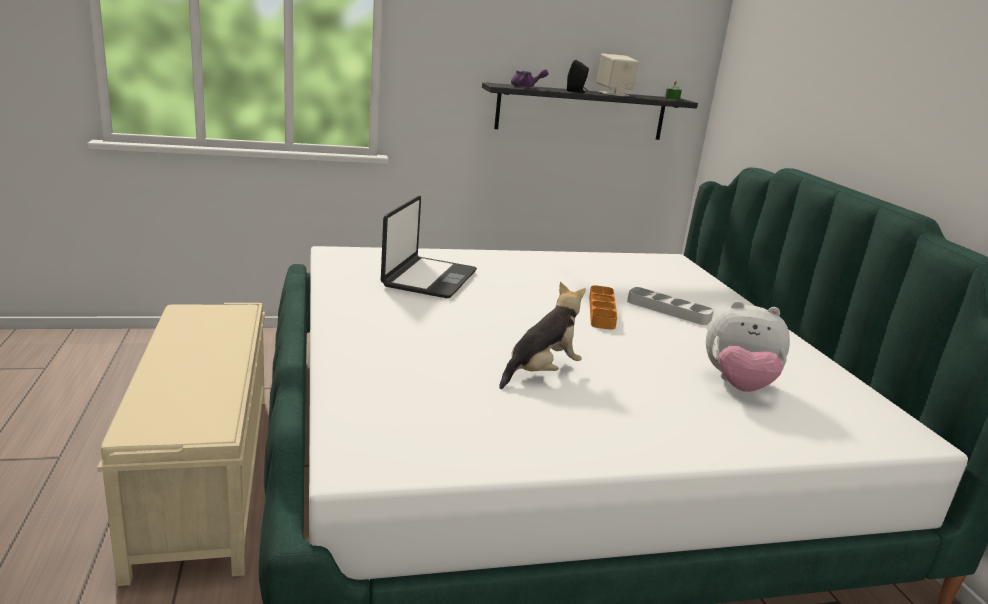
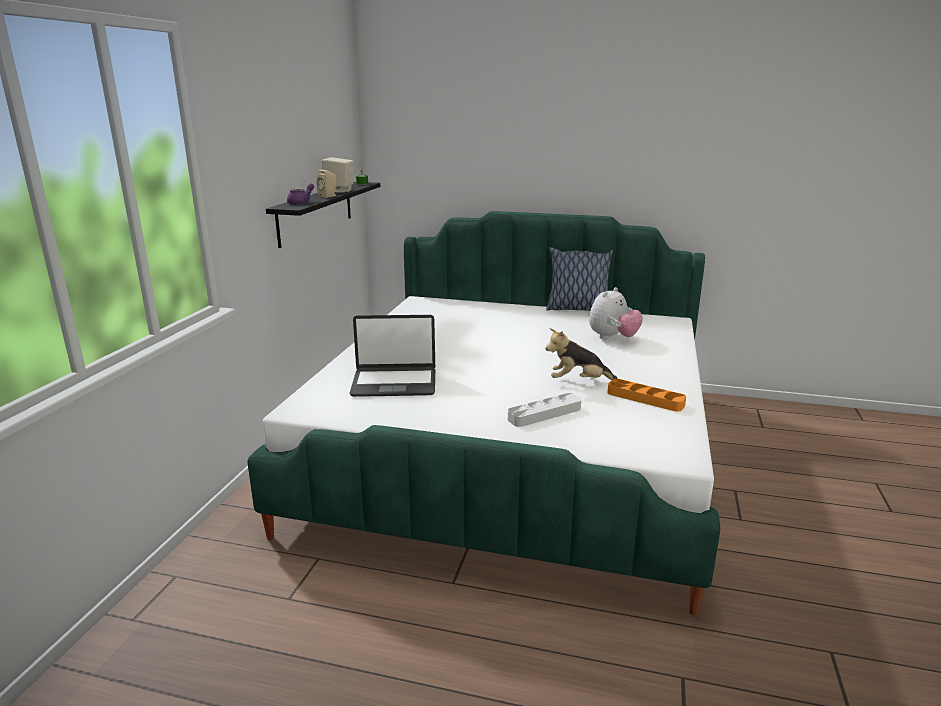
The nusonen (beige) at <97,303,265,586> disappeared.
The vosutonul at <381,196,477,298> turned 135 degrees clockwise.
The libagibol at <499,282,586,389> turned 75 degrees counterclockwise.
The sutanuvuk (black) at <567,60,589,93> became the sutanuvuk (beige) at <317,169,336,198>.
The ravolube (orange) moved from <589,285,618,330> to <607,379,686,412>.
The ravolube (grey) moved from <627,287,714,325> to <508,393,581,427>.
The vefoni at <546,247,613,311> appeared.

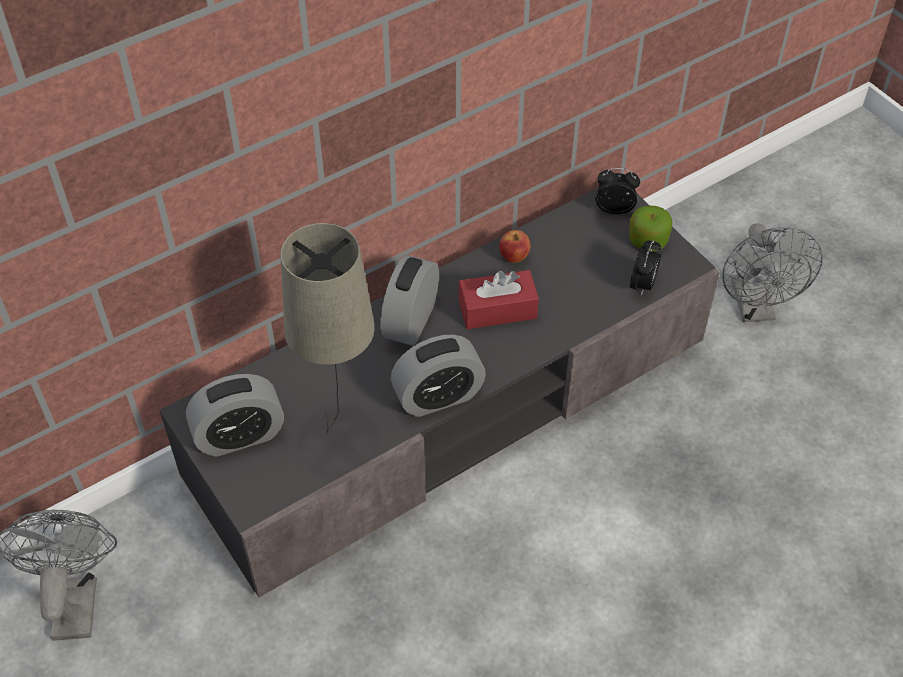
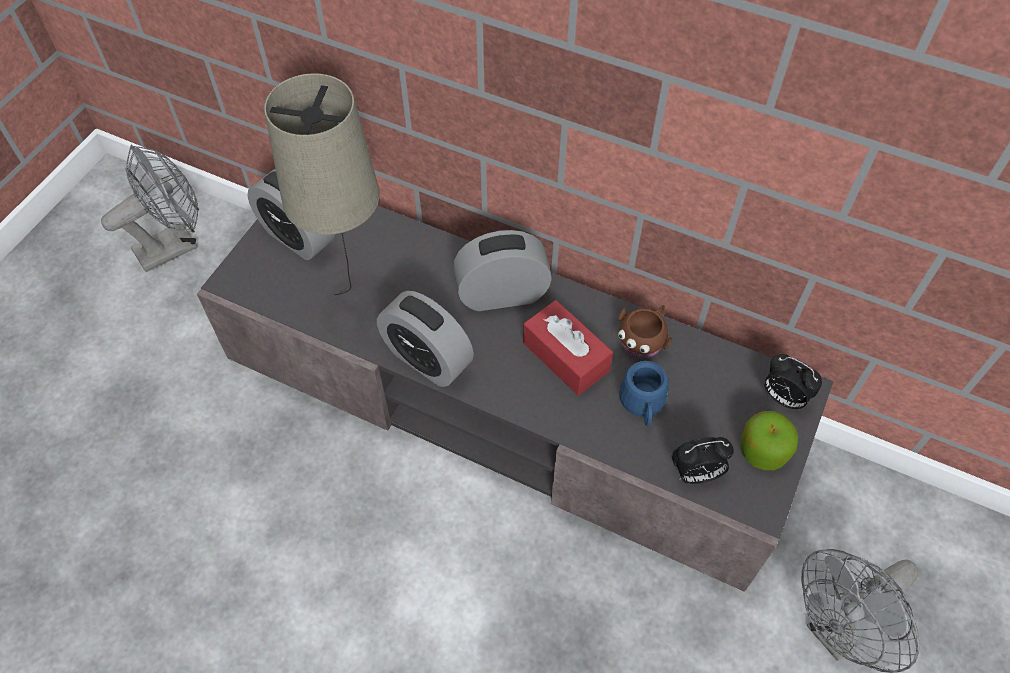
The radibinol at <499,230,531,263> was replaced by the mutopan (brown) at <618,305,672,358>.
The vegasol at <596,168,640,214> turned 150 degrees clockwise.
The mutopan (blue) at <619,361,669,426> appeared.

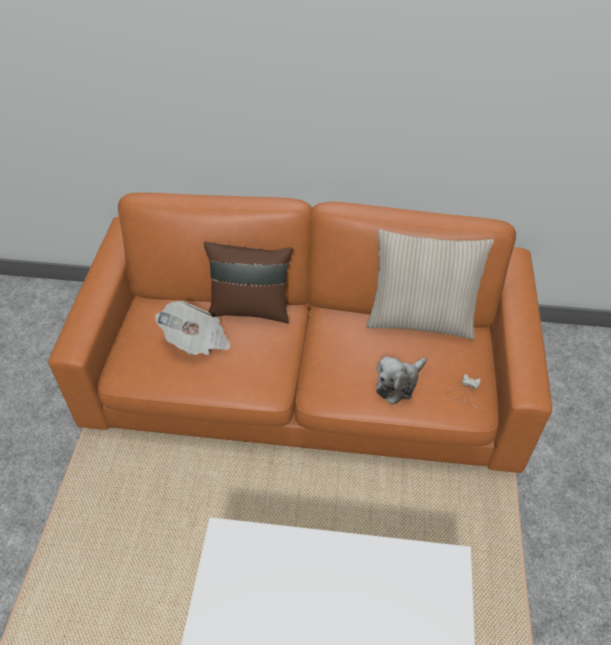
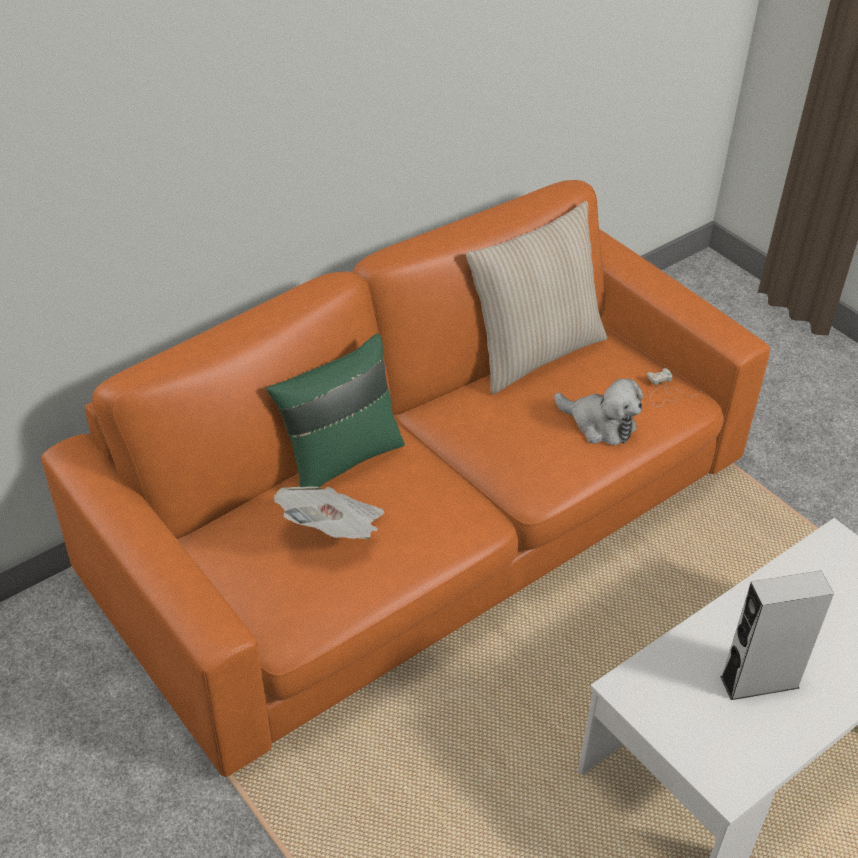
The vefoni (brown) at <204,242,292,324> became the vefoni (green) at <266,333,405,488>.
The libagibol at <376,356,427,405> turned 60 degrees counterclockwise.
The sutanuvuk (grey) at <720,571,834,700> appeared.

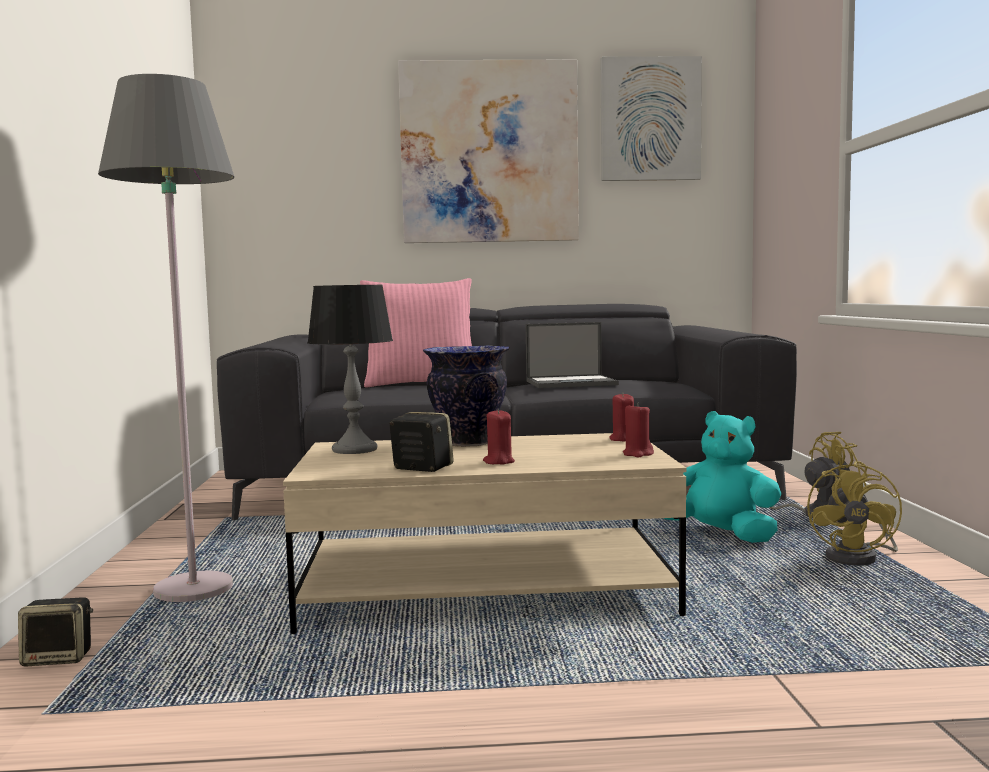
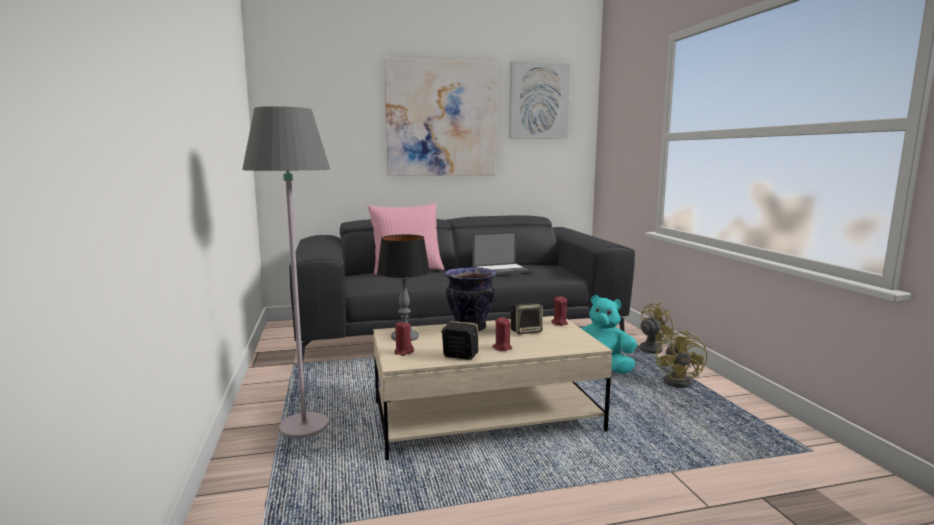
The sutanuvuk moved from <18,597,93,667> to <511,302,543,334>.
The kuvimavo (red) moved from <623,402,654,457> to <395,322,414,356>.

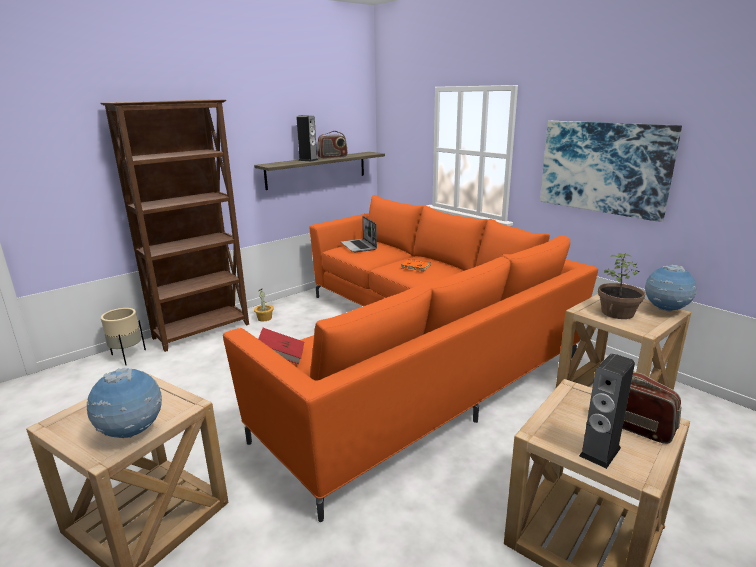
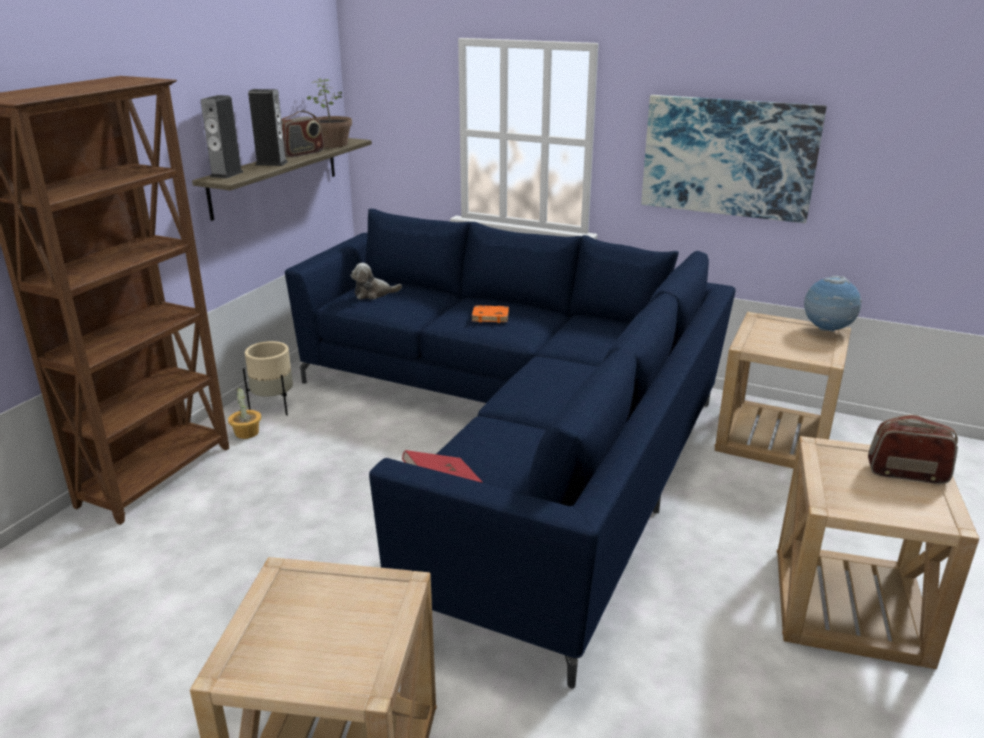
The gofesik at <87,368,162,438> disappeared.
The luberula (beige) moved from <101,308,146,365> to <243,341,293,416>.
The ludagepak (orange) at <223,195,598,522> became the ludagepak (blue) at <285,209,735,689>.
The vosutonul at <341,216,377,252> was replaced by the libagibol at <350,263,402,299>.
The sutanuvuk moved from <579,353,635,469> to <201,95,243,178>.
The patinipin moved from <598,253,645,319> to <307,78,352,148>.

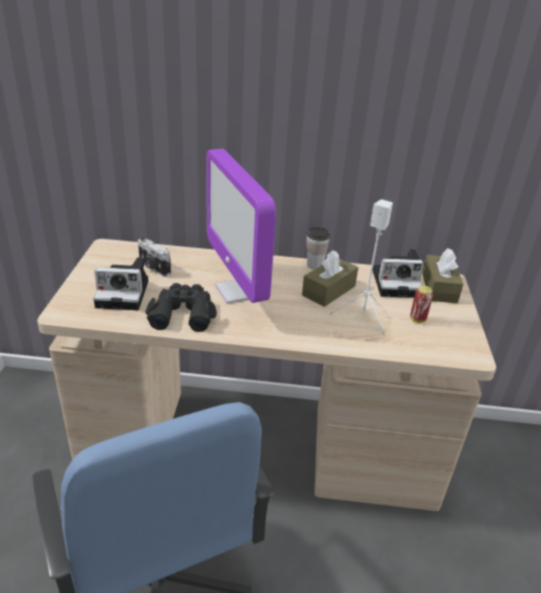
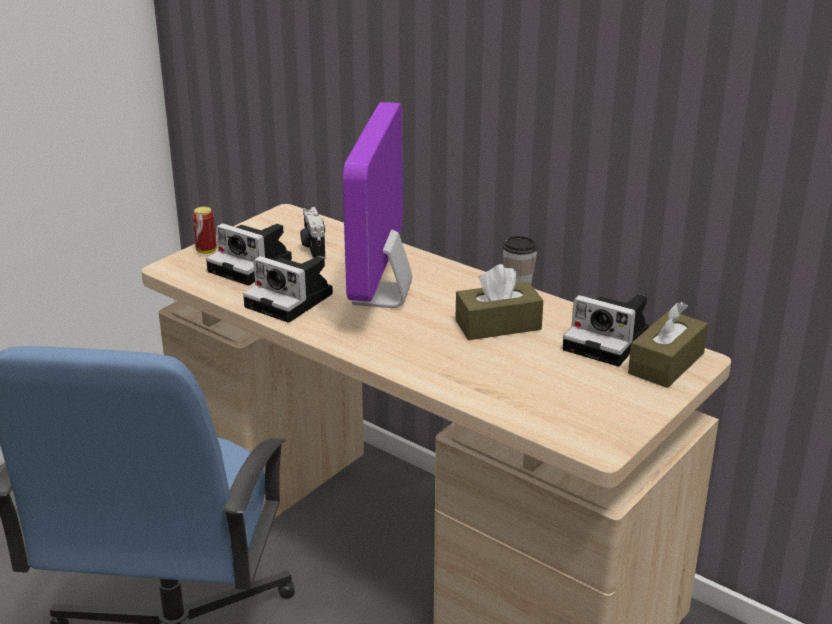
The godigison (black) at <145,283,217,332> was replaced by the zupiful at <243,256,333,323>.
The sutanuvuk (white) at <330,199,393,335> disappeared.
The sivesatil moved from <410,285,433,323> to <192,207,217,254>.

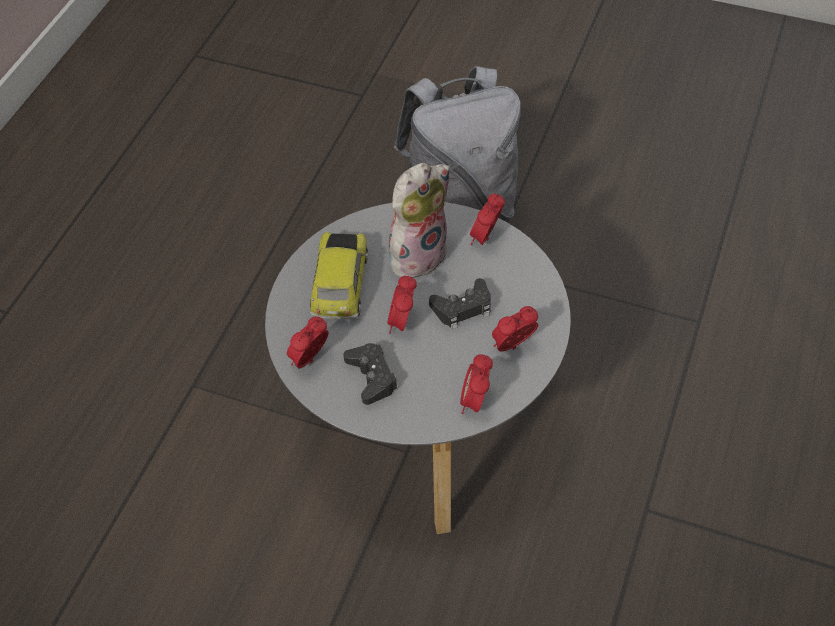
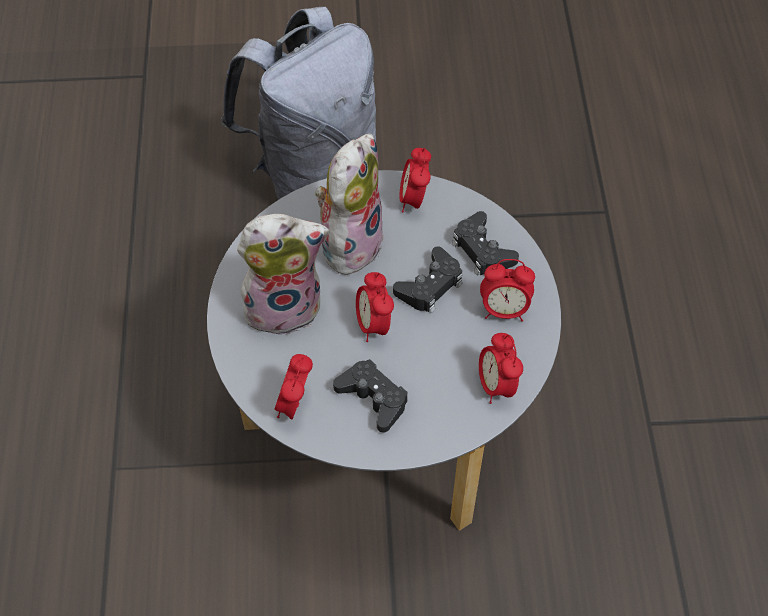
The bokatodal at <310,231,368,319> was replaced by the libagibol at <237,214,329,338>.
The vegasol at <492,306,538,352> turned 120 degrees counterclockwise.
The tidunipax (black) at <452,211,519,276> appeared.

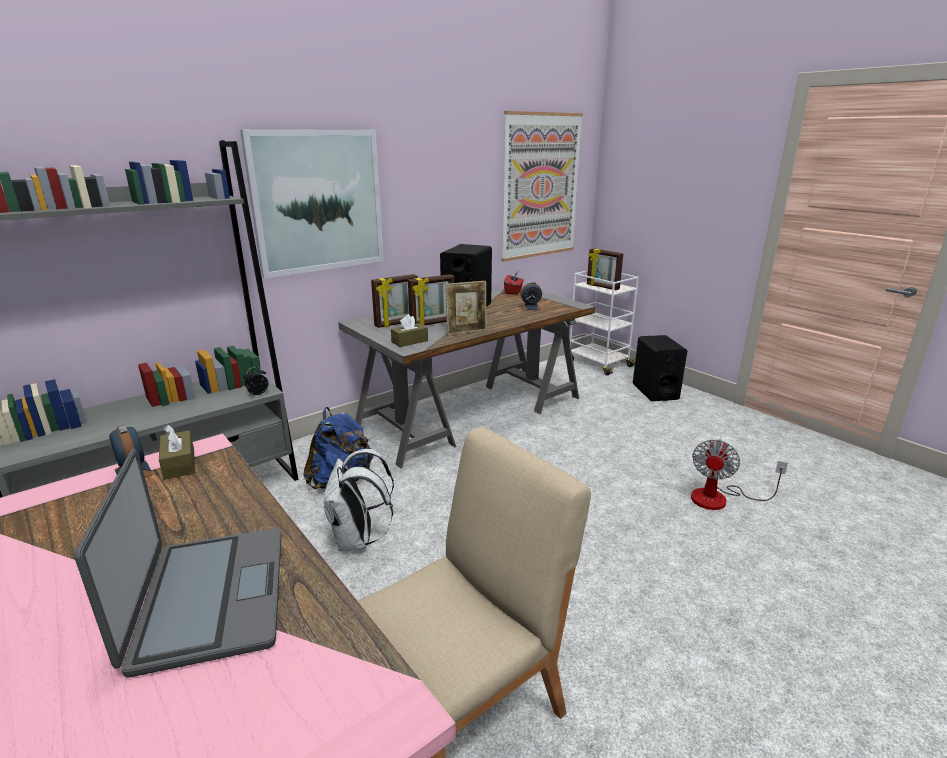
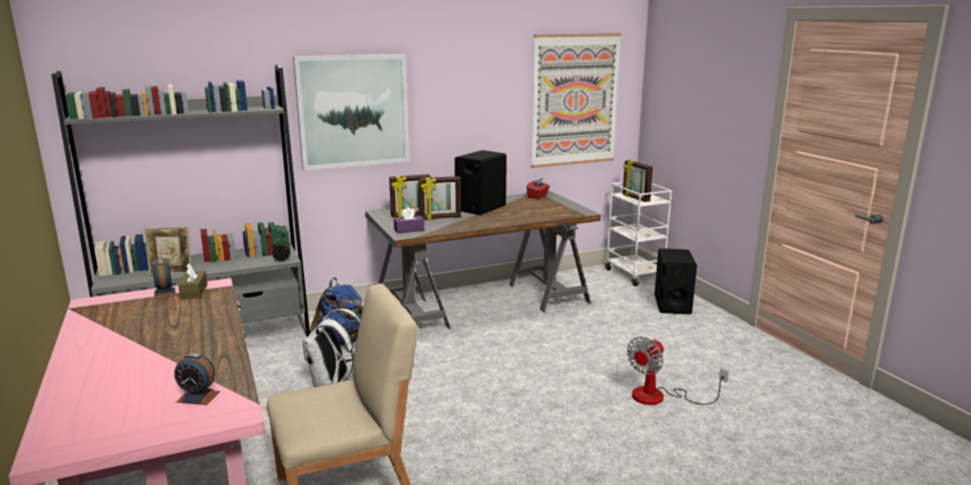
The vosutonul at <74,448,281,677> disappeared.
The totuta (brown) at <391,314,428,347> became the totuta (purple) at <394,207,424,234>.
The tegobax moved from <445,281,487,335> to <144,227,192,275>.
The vegasol moved from <520,282,542,311> to <174,353,220,405>.

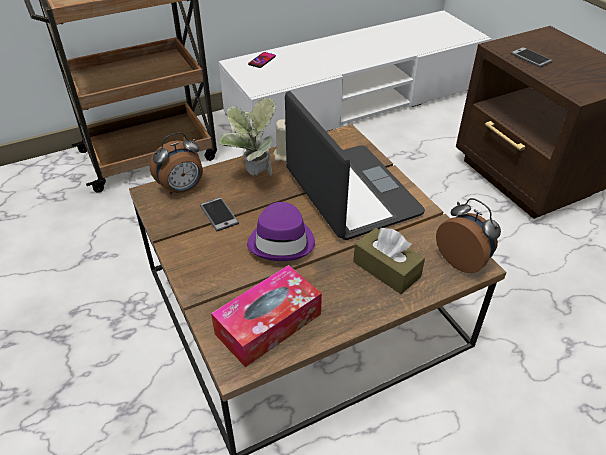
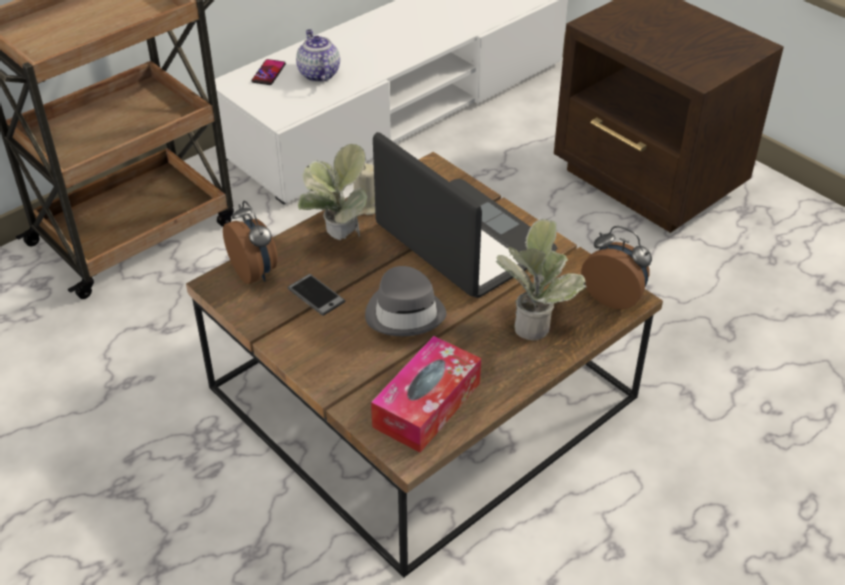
The vegasol at <149,132,203,195> turned 75 degrees counterclockwise.
The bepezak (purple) at <247,202,315,261> became the bepezak (grey) at <365,266,446,336>.
The totuta (brown) at <353,227,425,294> was replaced by the patinipin at <496,219,587,340>.
The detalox at <511,47,553,67> disappeared.
The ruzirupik at <296,29,340,82> appeared.

